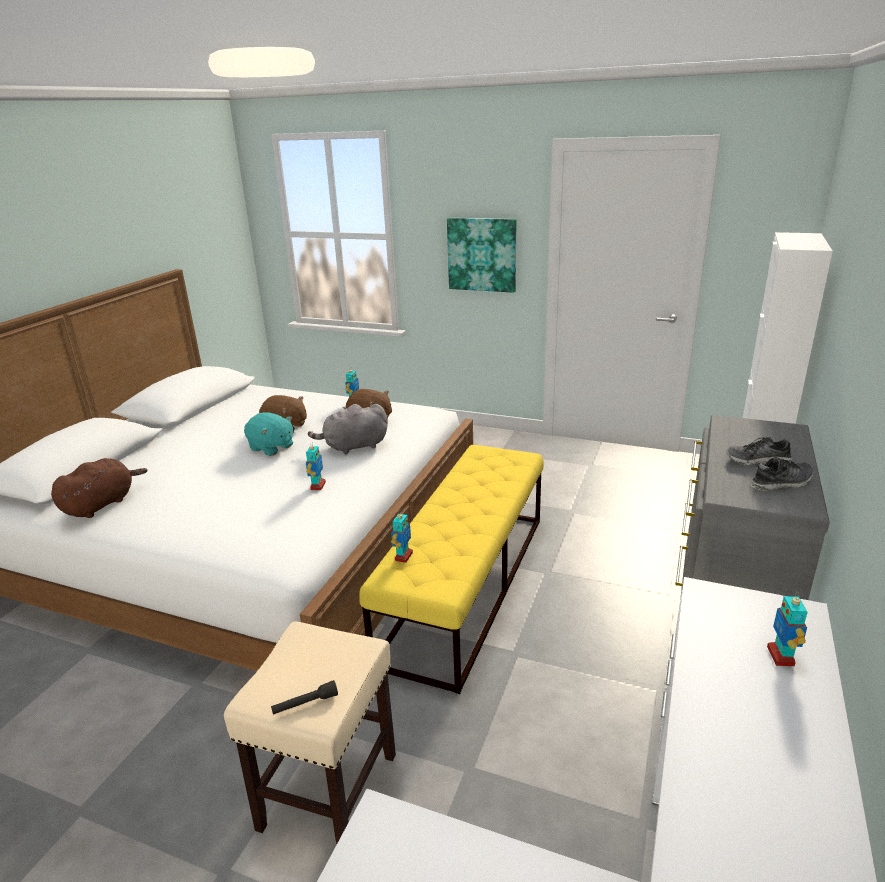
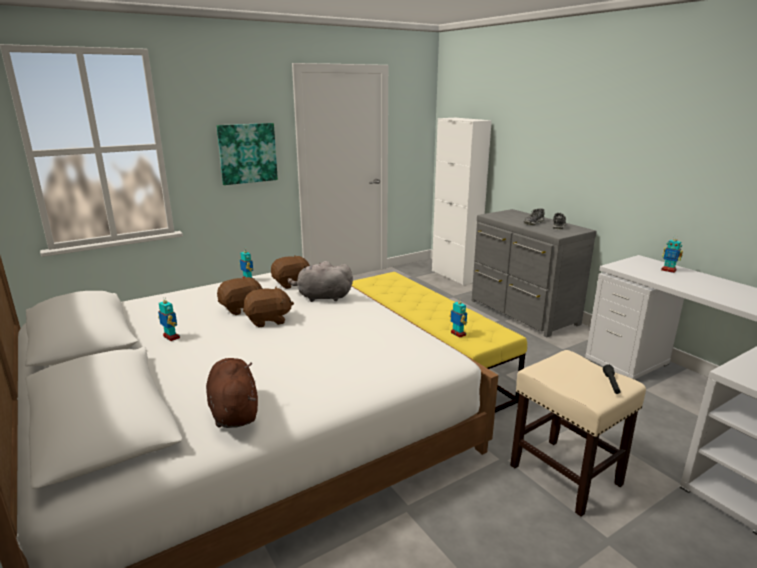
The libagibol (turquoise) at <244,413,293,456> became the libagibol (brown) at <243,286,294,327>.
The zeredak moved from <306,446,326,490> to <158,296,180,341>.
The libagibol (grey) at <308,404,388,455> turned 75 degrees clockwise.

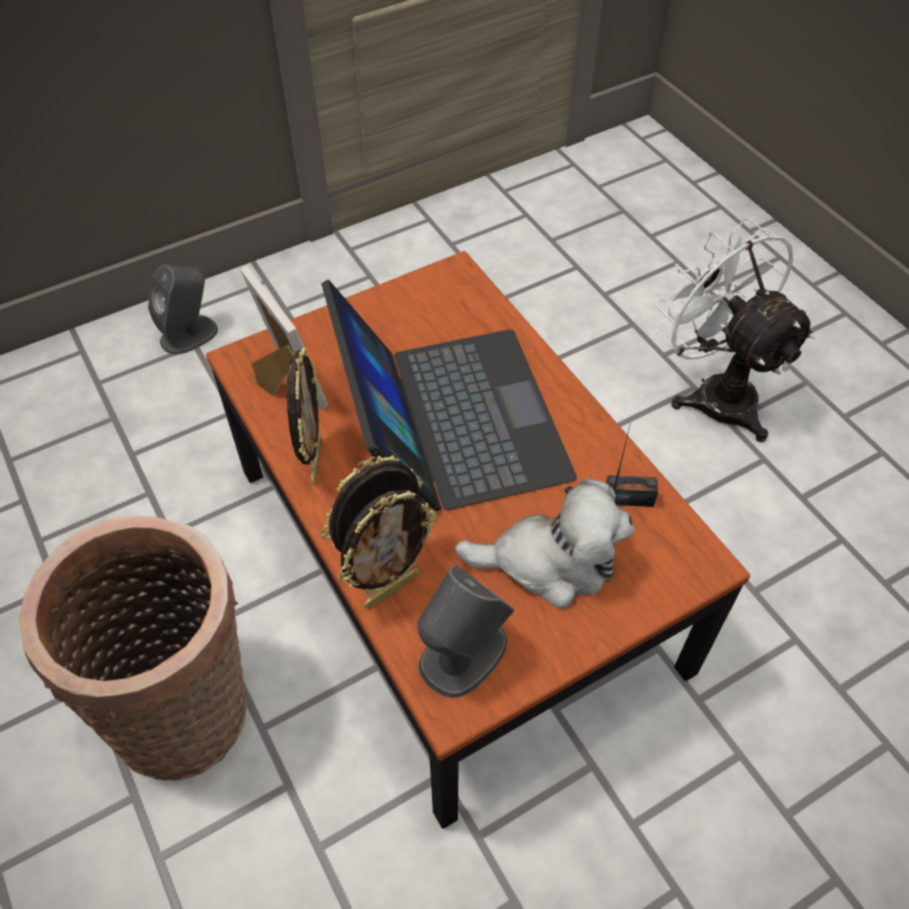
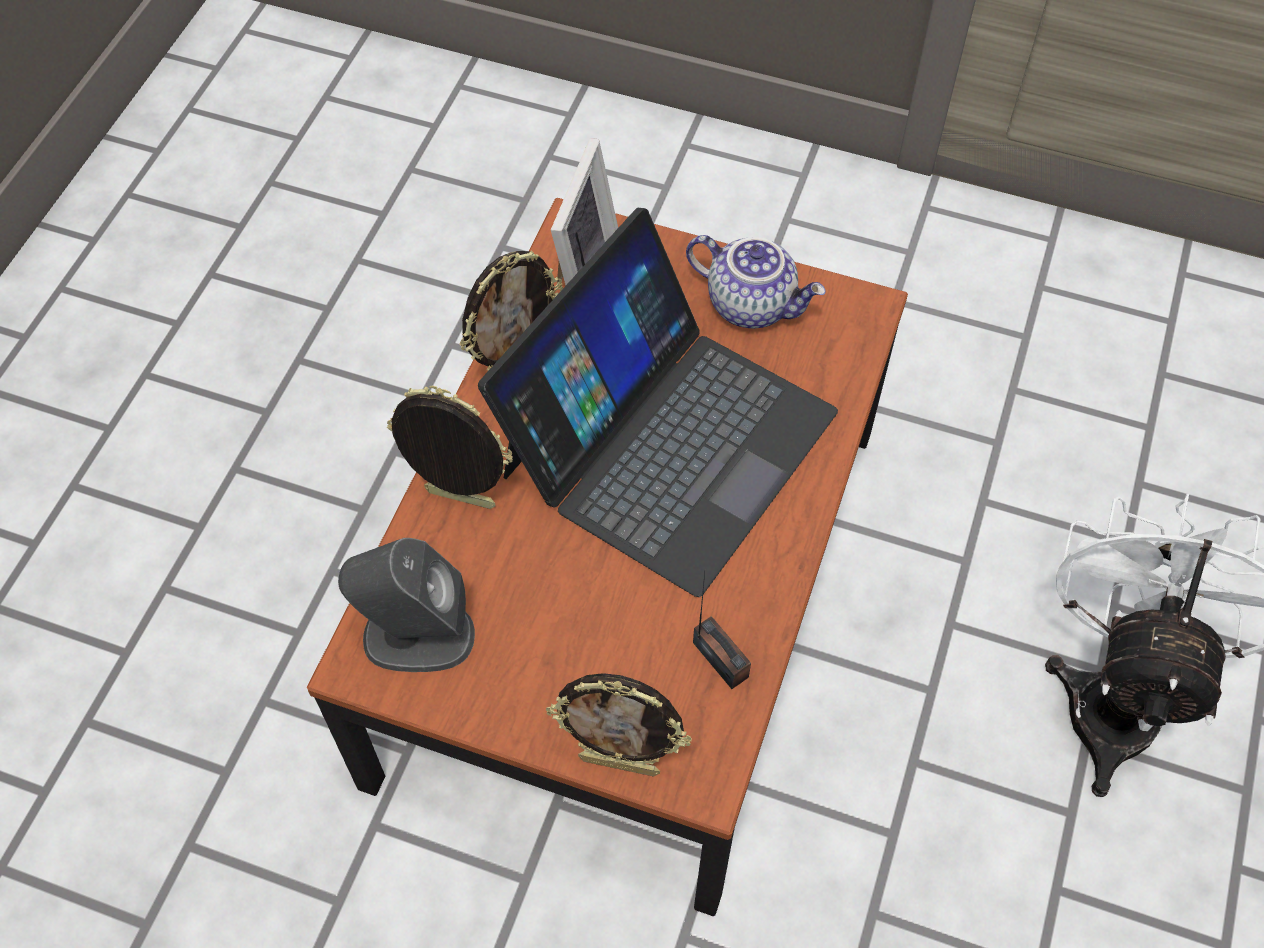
The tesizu at <19,516,247,780> disappeared.
The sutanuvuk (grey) at <148,265,218,355> disappeared.
The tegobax moved from <337,490,437,609> to <546,673,692,777>.
The libagibol at <455,478,634,609> disappeared.
The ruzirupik at <686,235,826,328> appeared.

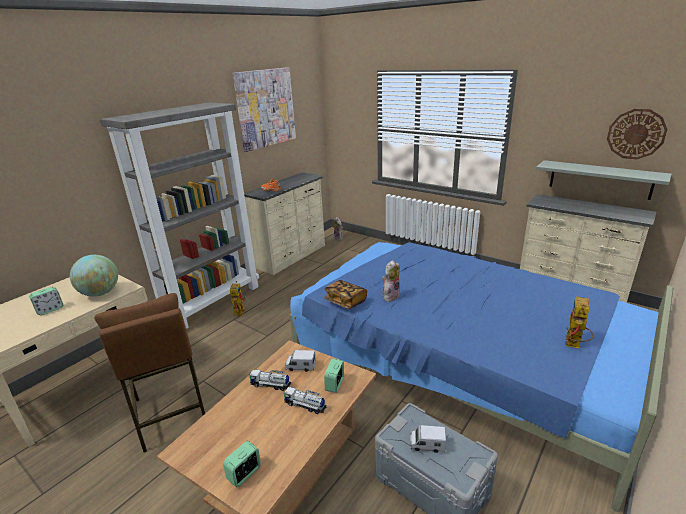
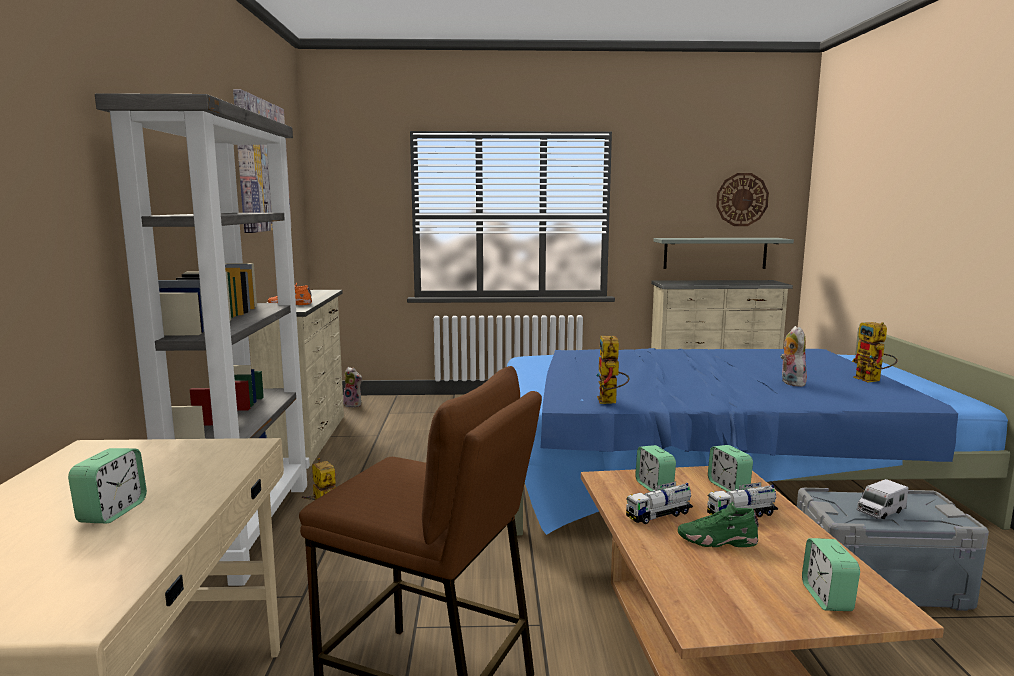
The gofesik at <70,255,118,297> disappeared.
The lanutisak at <285,350,316,372> was replaced by the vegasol at <635,445,676,492>.
The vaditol at <324,280,367,309> was replaced by the zeredak at <596,336,629,404>.
The libagibol moved from <382,260,400,302> to <780,326,807,387>.
The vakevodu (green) at <678,501,759,547> appeared.

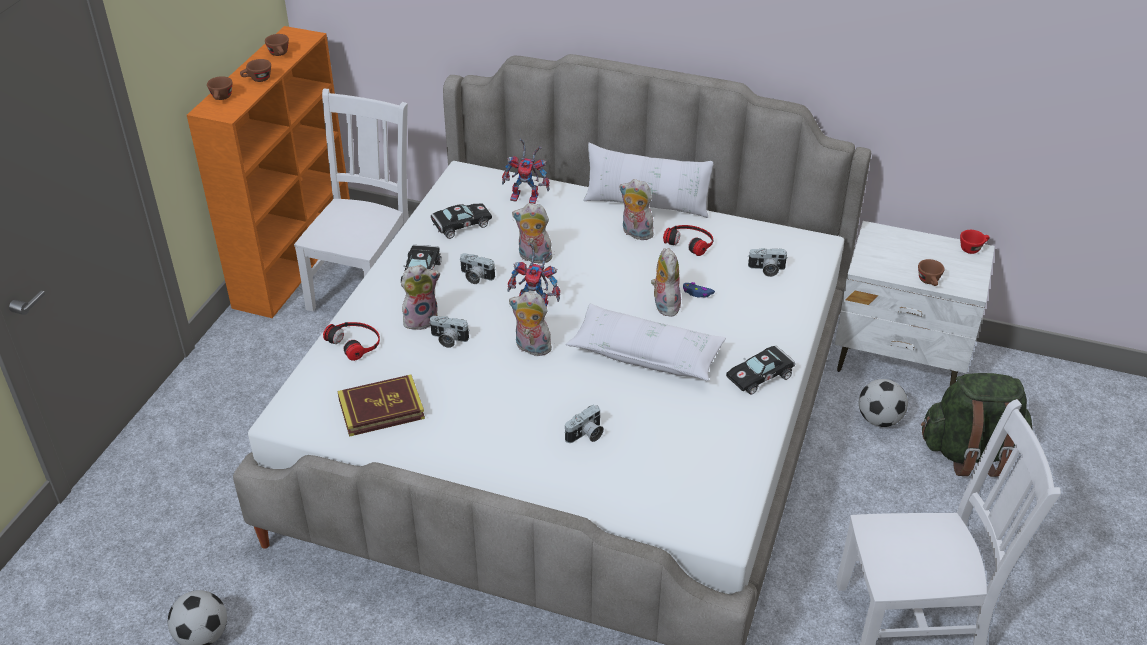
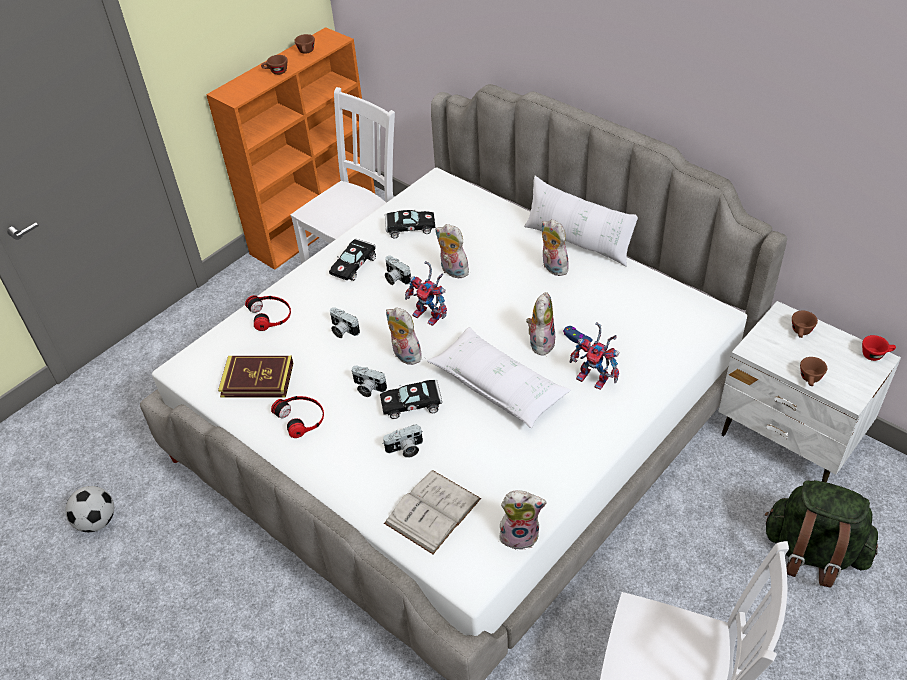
The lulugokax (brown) moved from <207,76,232,100> to <792,311,818,338>.
The libagibol moved from <401,265,440,330> to <500,490,547,550>.
The zeredak moved from <502,138,550,204> to <569,322,620,390>.
The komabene moved from <663,225,713,256> to <271,396,324,438>.
The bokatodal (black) moved from <726,345,795,395> to <380,380,442,419>.
The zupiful moved from <748,248,788,277> to <352,366,387,397>.
The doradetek at <859,379,908,427> disappeared.
The vaditol (white) at <384,470,481,554> appeared.

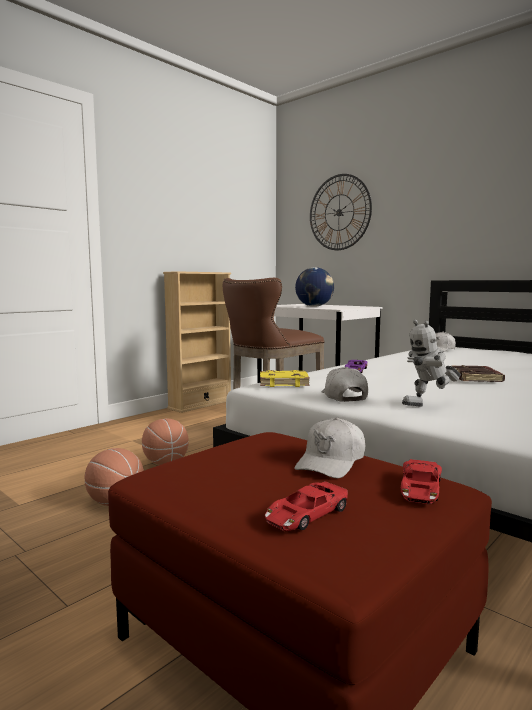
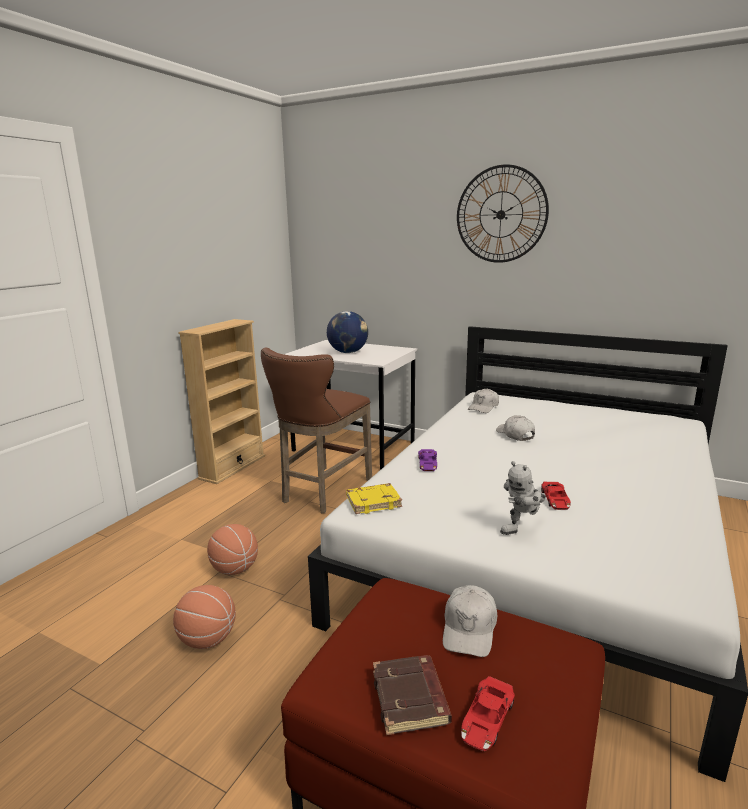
The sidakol moved from <310,174,372,250> to <457,165,549,263>.
The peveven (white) moved from <322,367,368,402> to <496,415,535,441>.
The bokatodal (red) moved from <401,459,442,504> to <541,482,571,510>.
The vaditol (brown) moved from <452,365,505,382> to <373,655,452,735>.

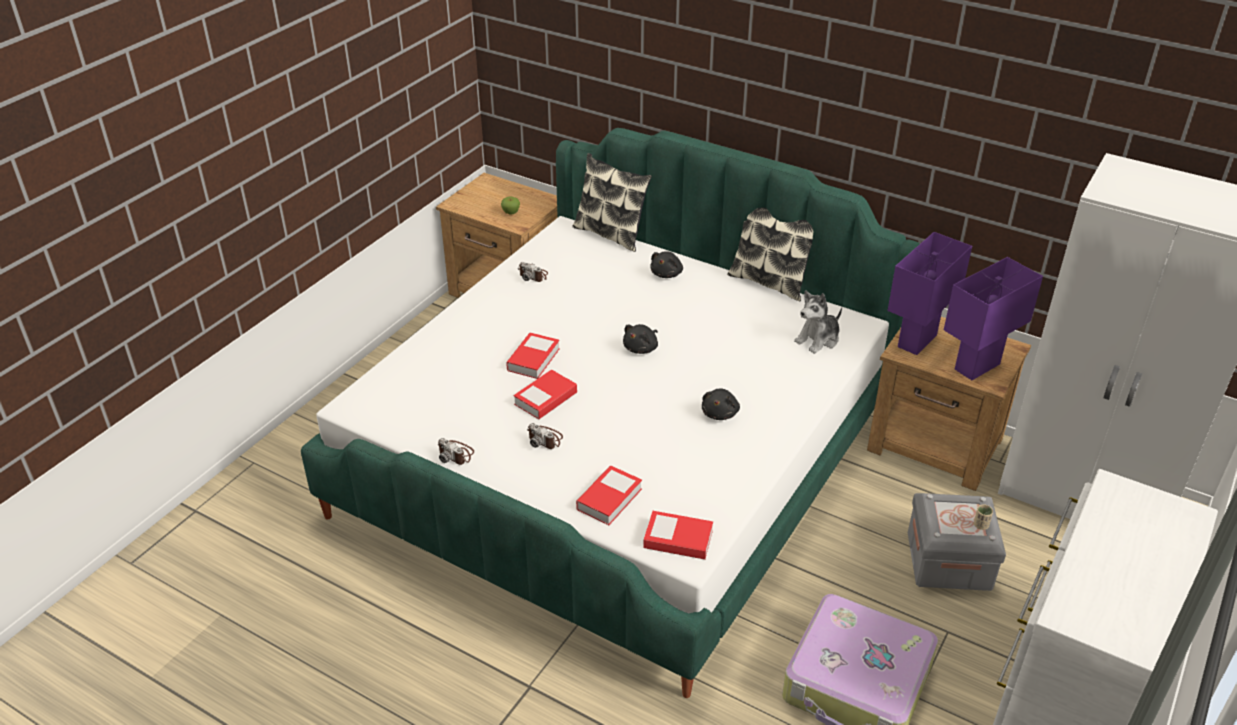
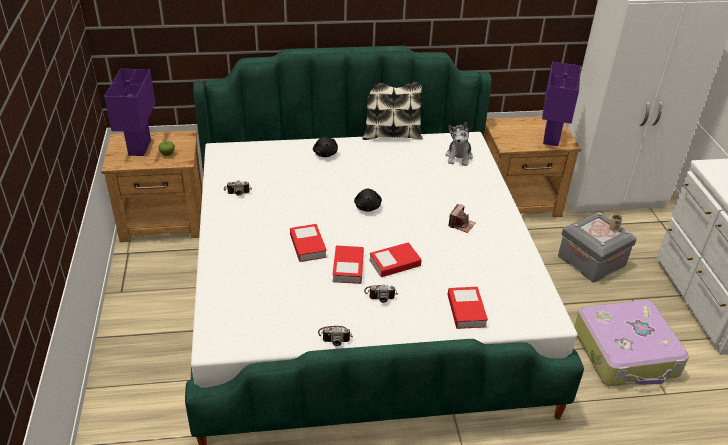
The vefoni at <572,153,652,252> disappeared.
The vaditol moved from <643,511,713,560> to <369,242,421,277>.
The libagibol (black) at <702,388,740,420> was replaced by the zupiful at <448,204,475,233>.
The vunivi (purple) moved from <888,232,972,355> to <104,69,156,156>.

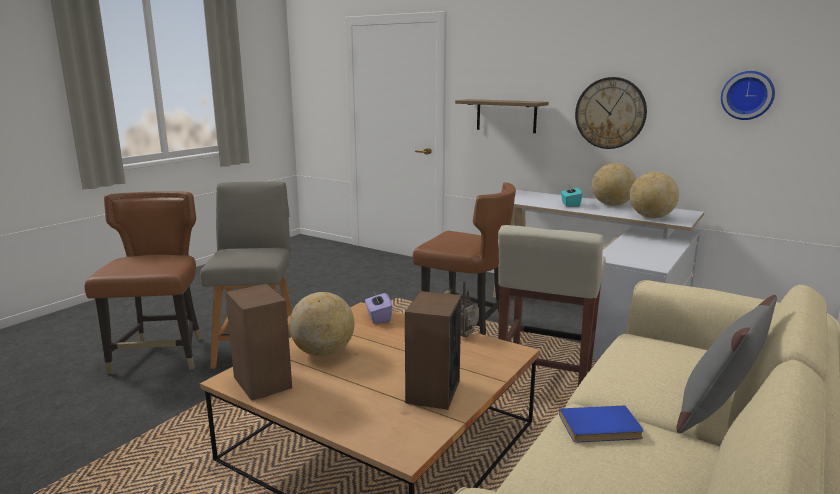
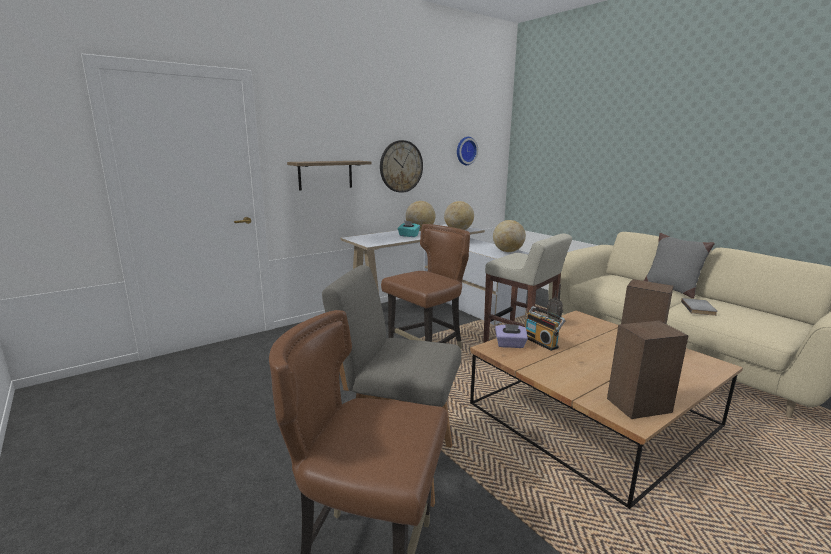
The gofesik moved from <289,292,354,357> to <493,220,526,252>.
The vaditol (blue) at <559,406,644,442> became the vaditol (grey) at <681,298,718,316>.
The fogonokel at <525,306,566,351> appeared.

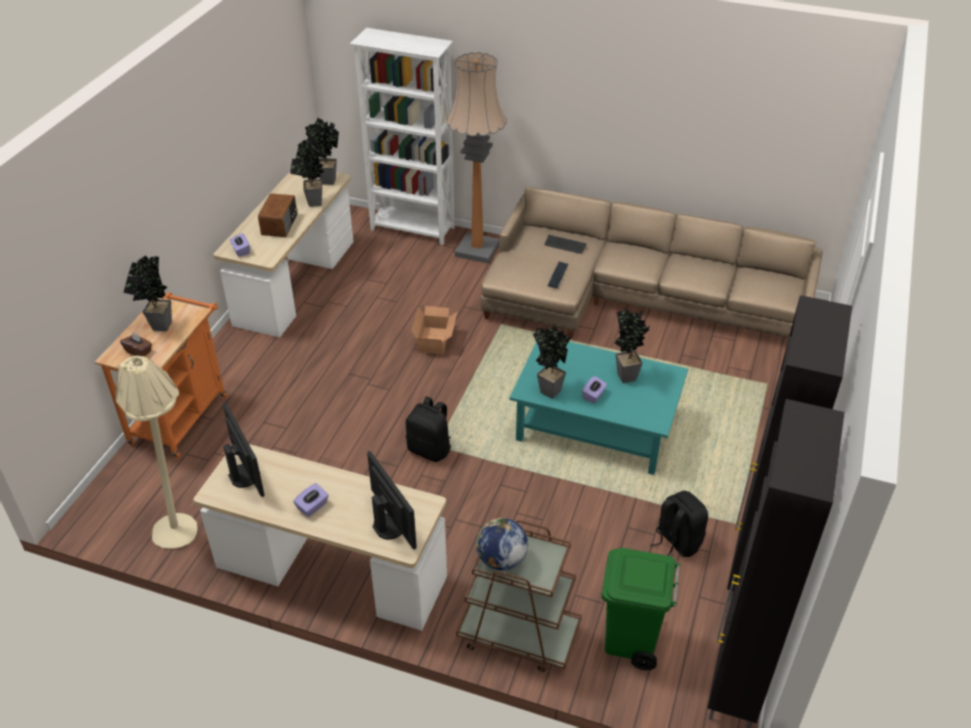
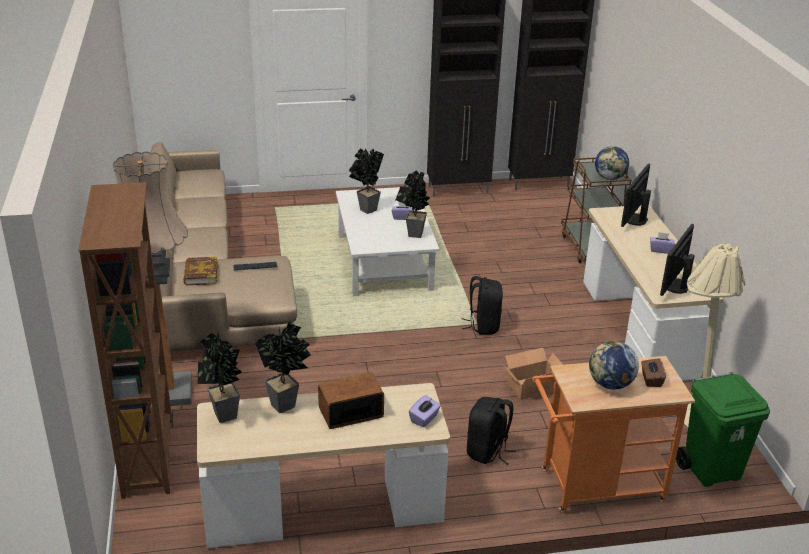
The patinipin at <123,255,172,332> was replaced by the gofesik at <589,341,639,389>.
The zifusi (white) at <350,28,454,245> became the zifusi (brown) at <78,182,173,499>.
The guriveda moved from <412,306,458,354> to <504,348,563,400>.
The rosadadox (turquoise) at <509,342,688,475> became the rosadadox (white) at <336,187,439,296>.
The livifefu at <544,235,587,254> was replaced by the vaditol at <183,256,218,285>.
The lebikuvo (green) moved from <601,548,680,670> to <676,372,770,487>.
The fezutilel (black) moved from <650,491,708,557> to <467,397,516,465>.

